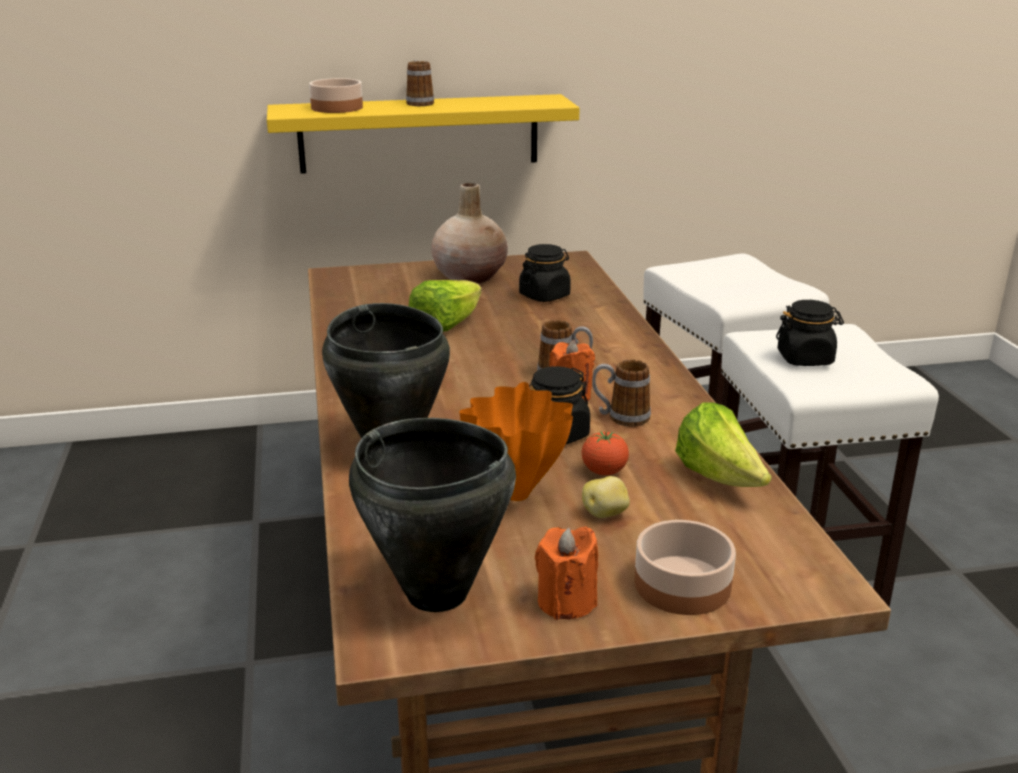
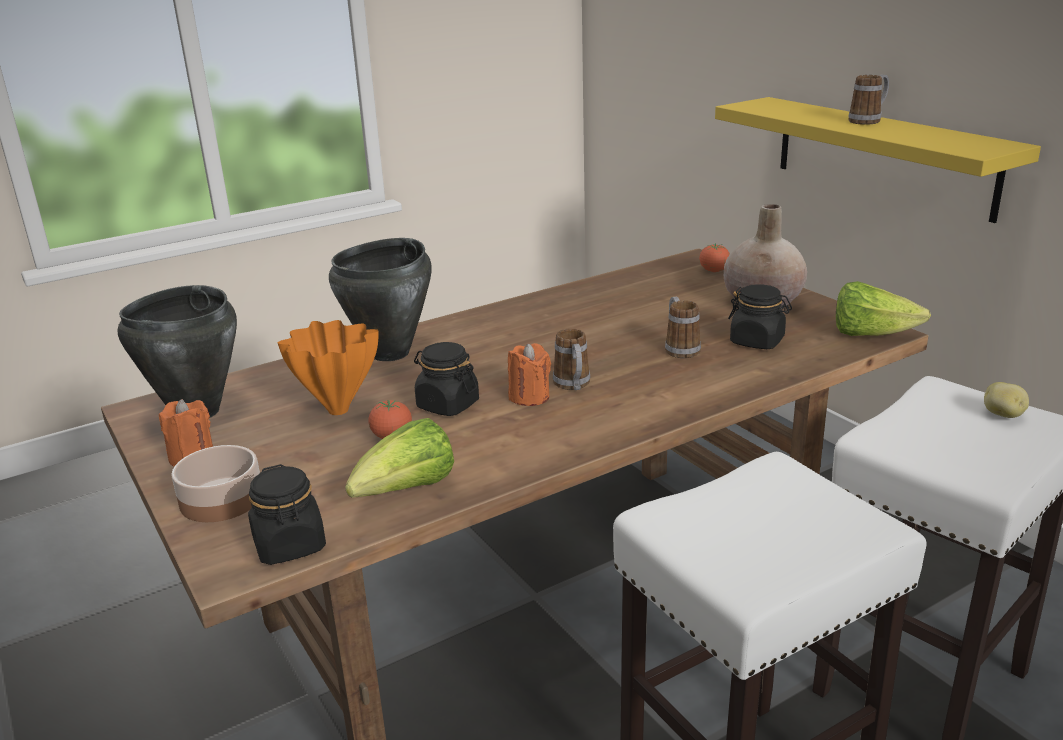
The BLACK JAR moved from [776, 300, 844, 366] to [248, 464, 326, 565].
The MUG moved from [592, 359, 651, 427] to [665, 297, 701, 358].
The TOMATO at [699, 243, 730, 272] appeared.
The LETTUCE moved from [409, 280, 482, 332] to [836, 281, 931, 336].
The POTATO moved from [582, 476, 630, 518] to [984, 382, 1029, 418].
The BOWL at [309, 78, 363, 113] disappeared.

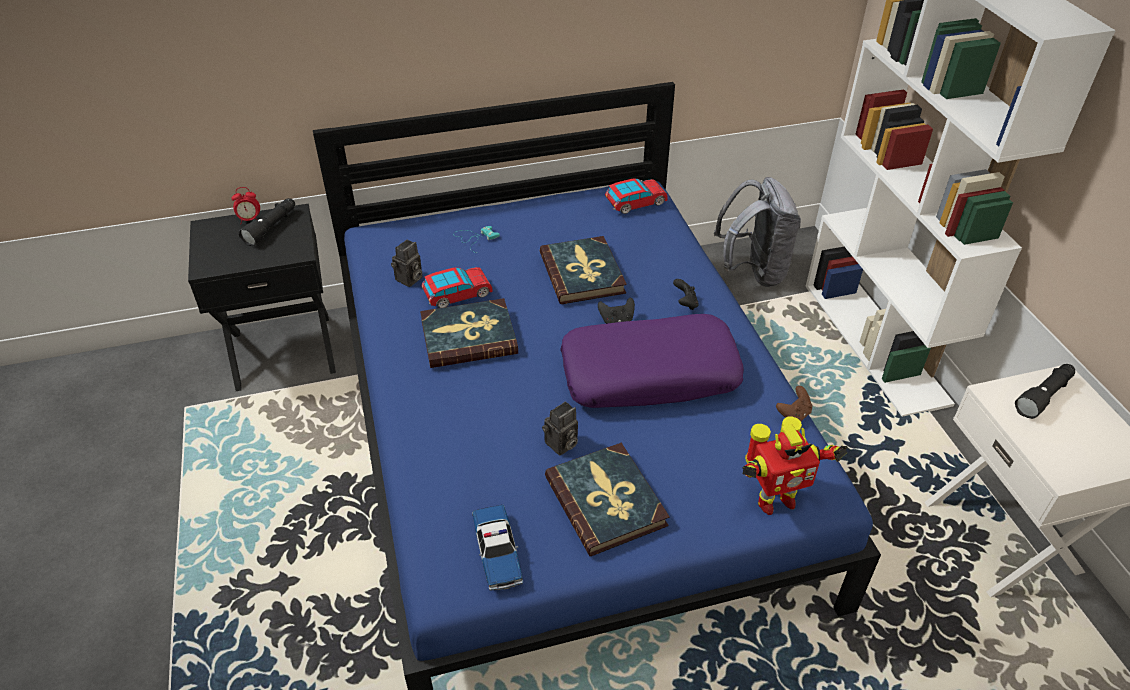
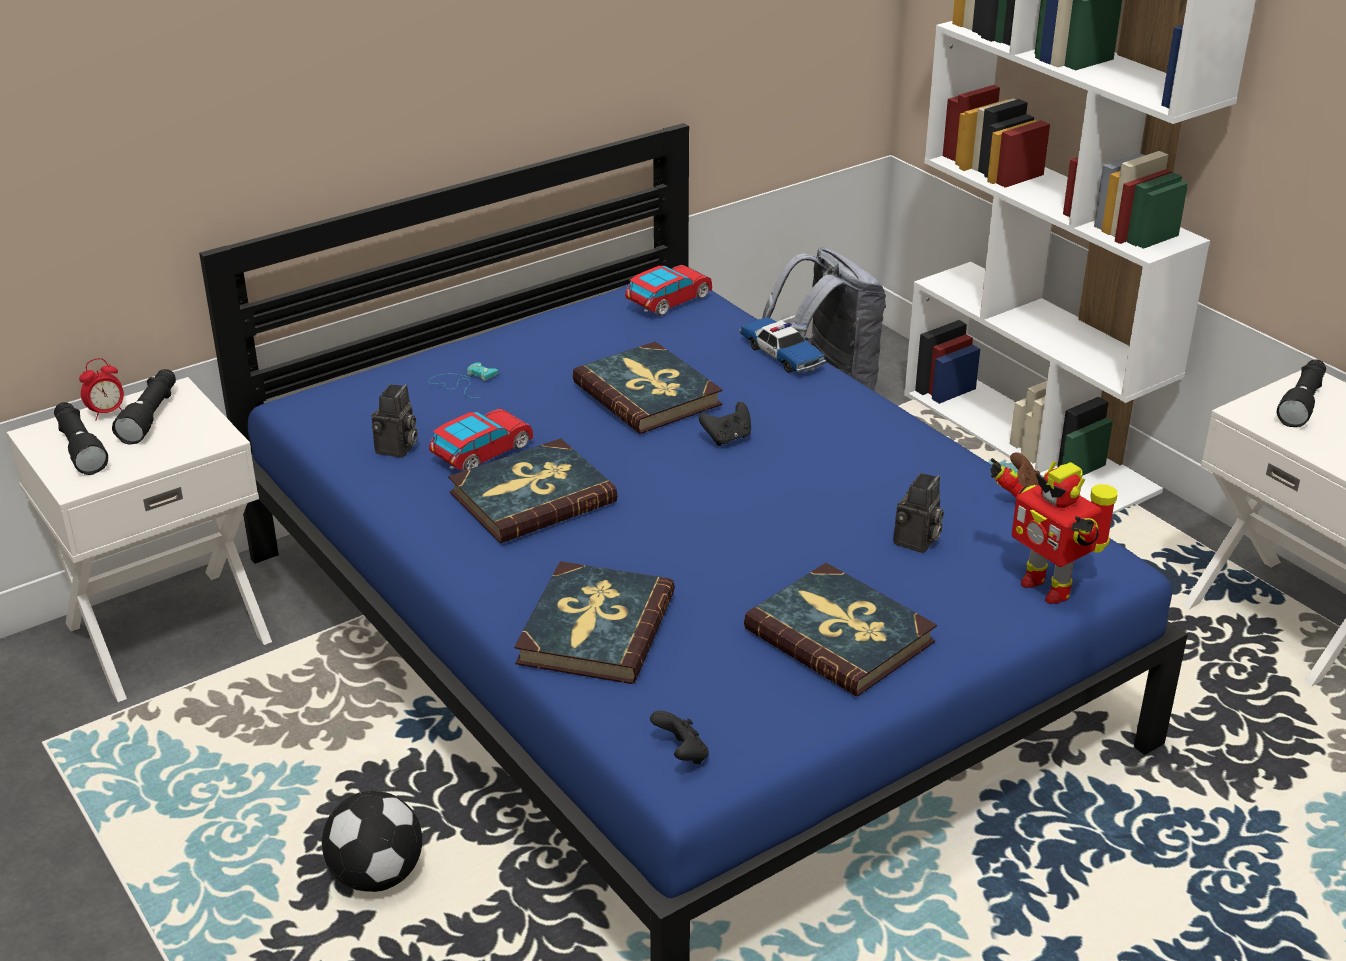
The BLACK NIGHTSTAND at [188, 204, 336, 391] became the WHITE NIGHTSTAND at [7, 377, 272, 702].
The BLACK FLASHLIGHT at [54, 402, 108, 475] appeared.
The FOOTBALL at [322, 791, 422, 892] appeared.
The BOOK at [514, 561, 675, 684] appeared.
The BLACK GAME CONTROLLER moved from [673, 279, 699, 310] to [650, 710, 709, 764].
The TOY CAR moved from [472, 505, 523, 591] to [739, 317, 826, 373].
The PHOTO CAMERA moved from [542, 401, 578, 455] to [894, 473, 944, 553].
The TOY ROBOT at [742, 416, 848, 515] turned 90 degrees clockwise.
The PURPLE PILLOW at [560, 314, 744, 408] disappeared.

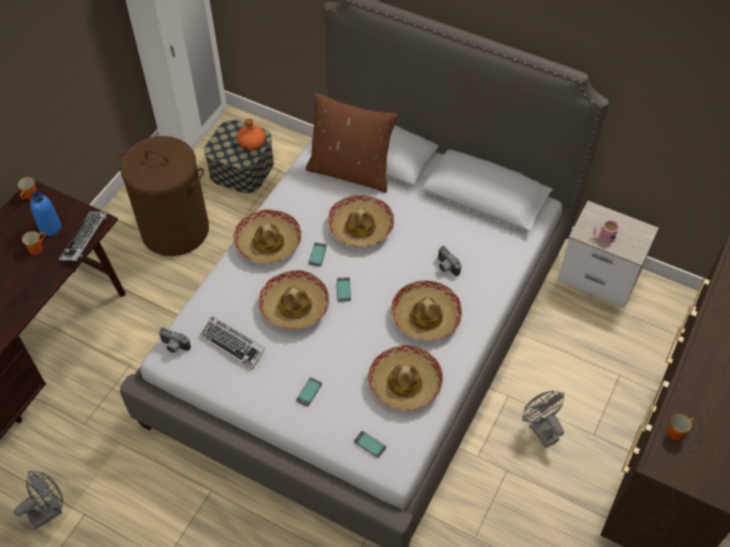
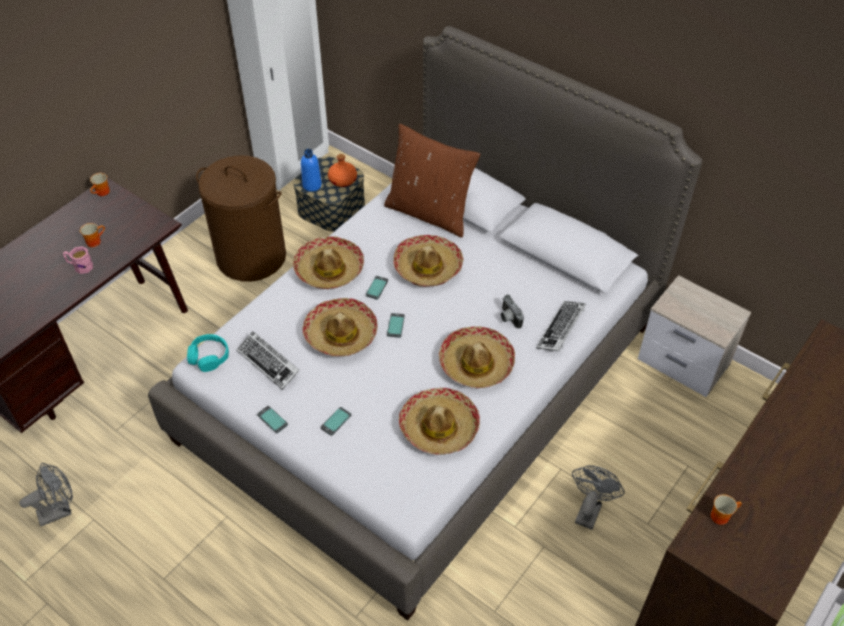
The PINK MUG moved from [593, 219, 619, 244] to [63, 246, 93, 274].
The PHOTO CAMERA at [158, 327, 191, 353] was replaced by the TURQUOISE HEADPHONES at [187, 334, 229, 372].
The PHONE moved from [354, 431, 386, 458] to [257, 406, 288, 433].
The BLUE BOTTLE moved from [30, 191, 61, 236] to [301, 149, 322, 192].
The KEYBOARD moved from [59, 211, 108, 261] to [536, 301, 586, 352].
The GREY FAN at [522, 391, 564, 448] turned 45 degrees clockwise.

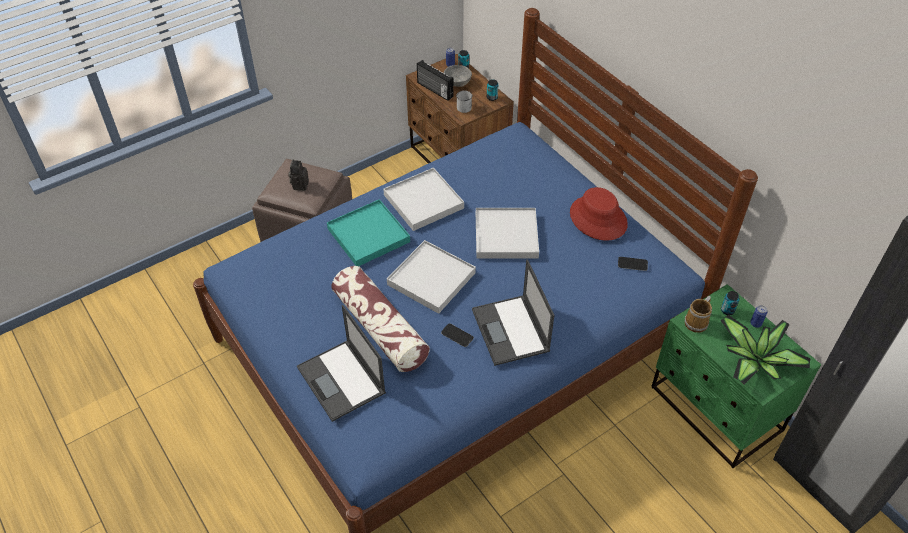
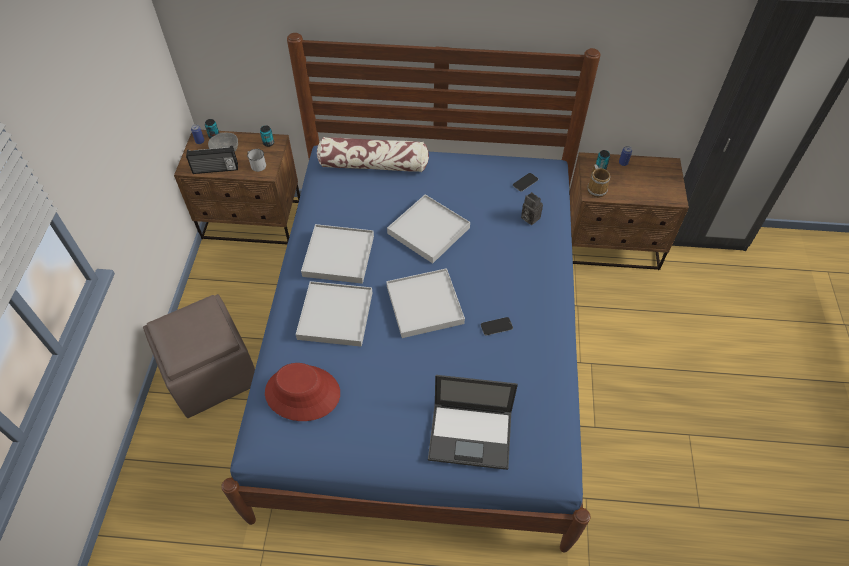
The RED HAT moved from [570, 187, 628, 241] to [265, 363, 340, 421].
The TURQUOISE TRAY at [327, 199, 410, 266] became the WHITE TRAY at [296, 281, 372, 347].
The PILLOW moved from [332, 266, 430, 372] to [317, 137, 429, 172].
The PHOTO CAMERA moved from [288, 159, 309, 191] to [521, 192, 543, 225].
The GREEN NIGHTSTAND at [651, 284, 821, 468] became the BROWN NIGHTSTAND at [570, 152, 689, 270].
The LAPTOP at [472, 260, 555, 366] disappeared.
The POTTED PLANT at [721, 315, 811, 385] disappeared.

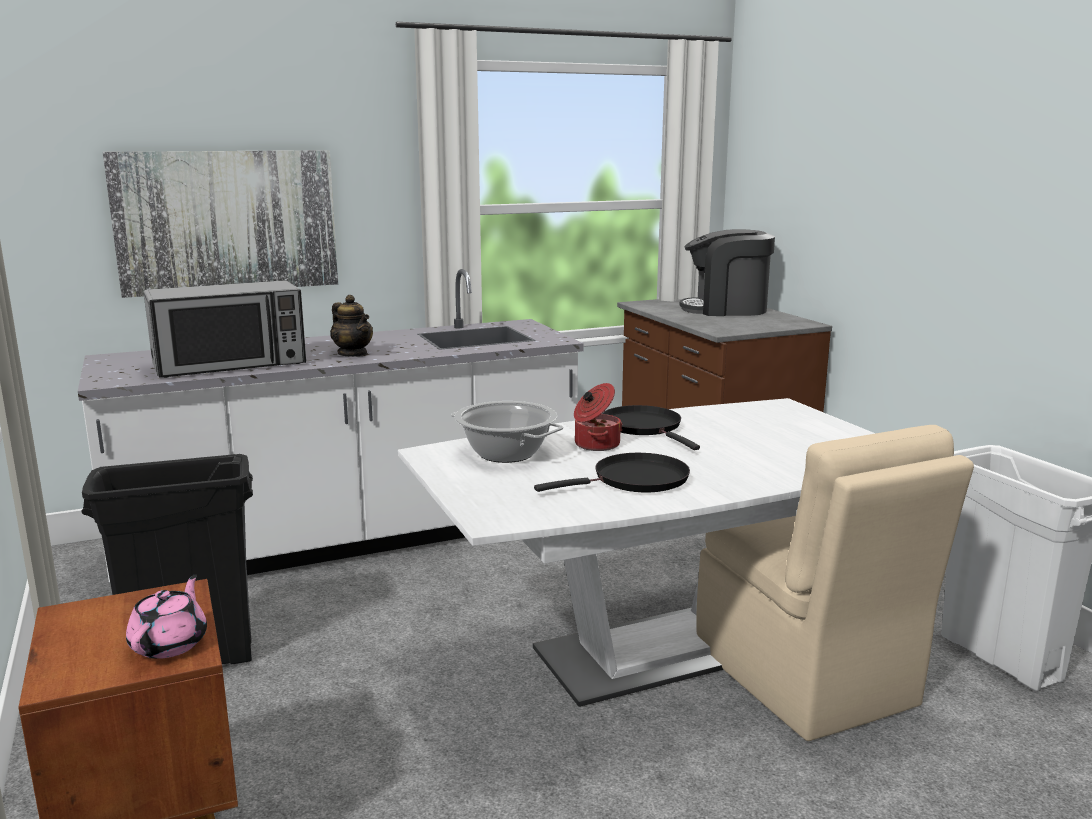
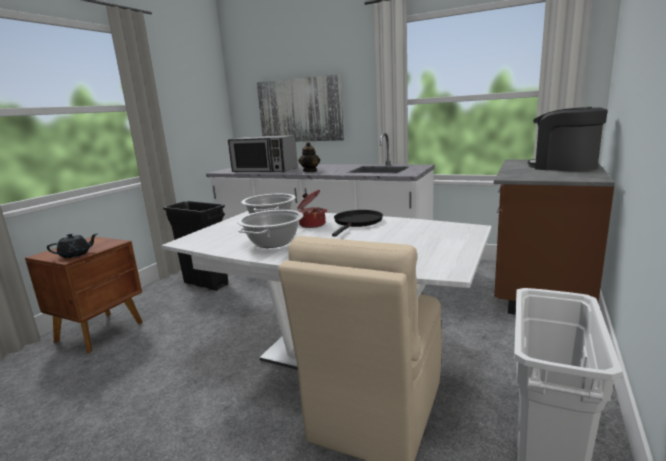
The PINK TEAPOT at [126, 574, 207, 659] became the BLACK TEAPOT at [47, 234, 97, 258].
The BLACK FRYING PAN at [534, 453, 690, 492] was replaced by the COOKING POT at [237, 210, 303, 248].

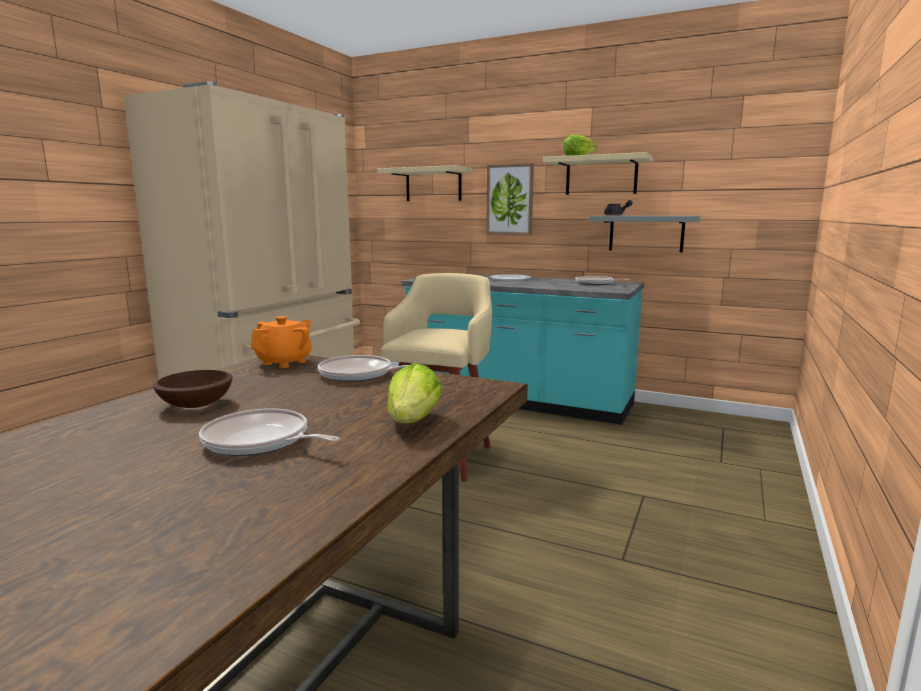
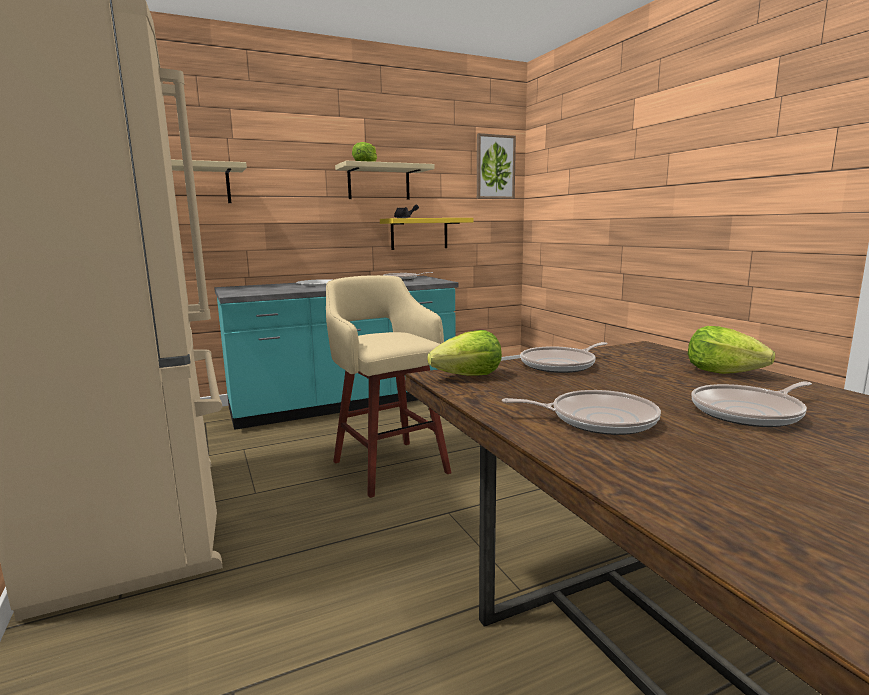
The GREY SHELF at [589, 216, 701, 252] became the YELLOW SHELF at [380, 218, 473, 250].
The ORANGE TEAPOT at [250, 316, 312, 368] was replaced by the LETTUCE at [427, 330, 502, 376].
The PICTURE moved from [486, 163, 534, 235] to [477, 133, 516, 199].
The BROWN BOWL at [153, 370, 233, 408] was replaced by the FRYING PAN at [502, 390, 661, 435].

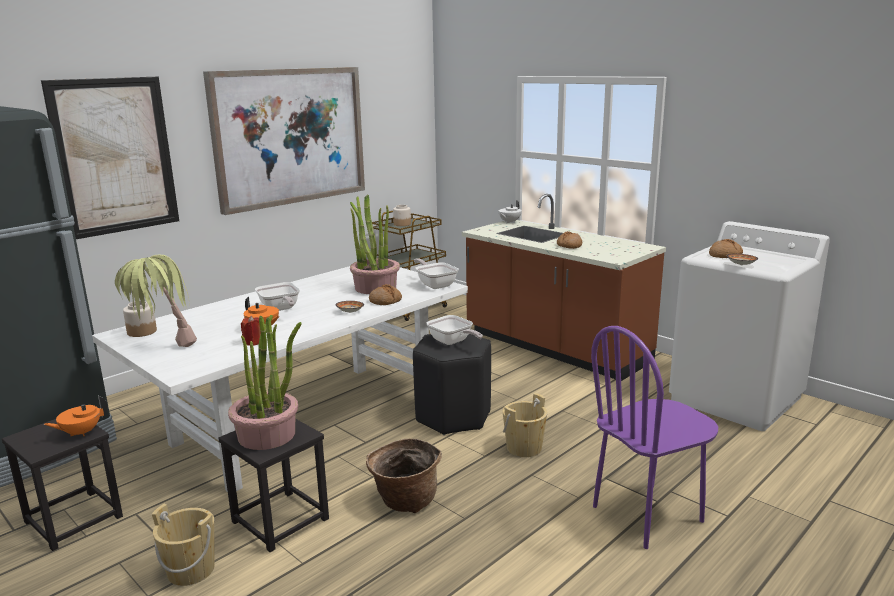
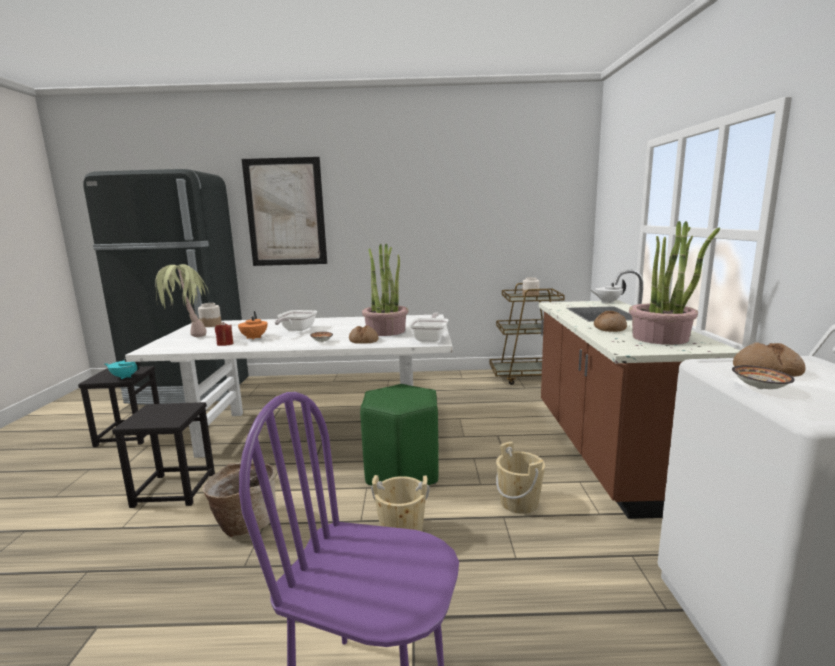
The ORANGE TEAPOT at [44, 396, 108, 437] became the TURQUOISE TEAPOT at [105, 358, 141, 379].
The BLACK STOOL at [413, 334, 491, 435] became the GREEN STOOL at [360, 384, 439, 486].
The BEIGE BUCKET moved from [152, 504, 215, 586] to [496, 442, 545, 514].
The POTTED PLANT moved from [228, 315, 302, 450] to [629, 221, 720, 345].
The PICTURE at [203, 67, 365, 215] disappeared.
The FRYING PAN at [427, 315, 483, 345] disappeared.

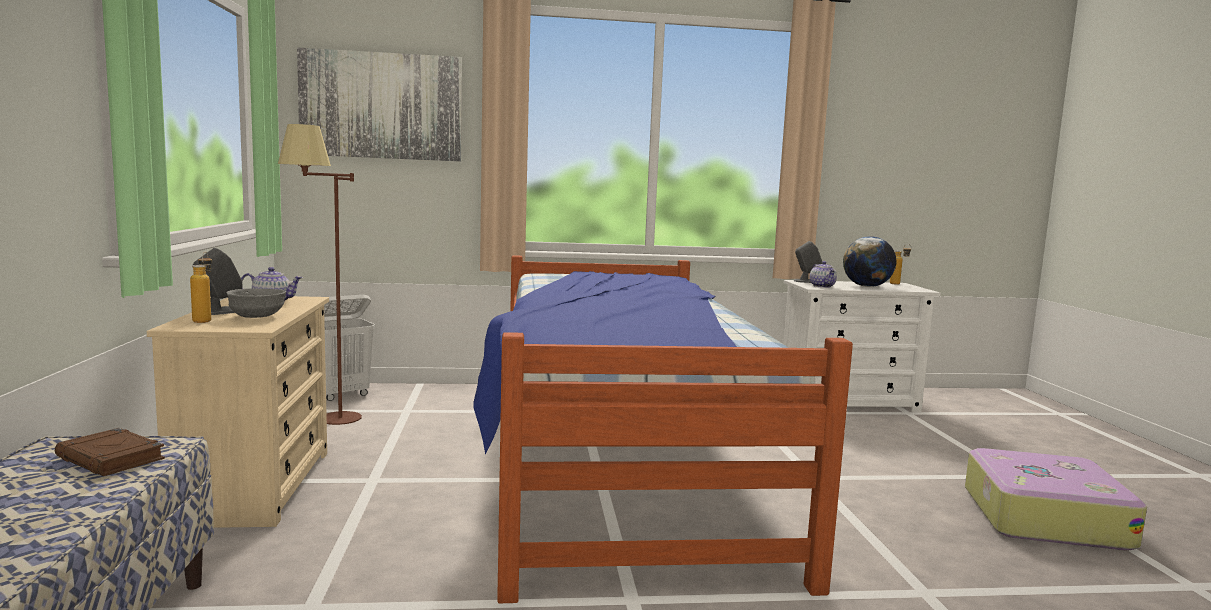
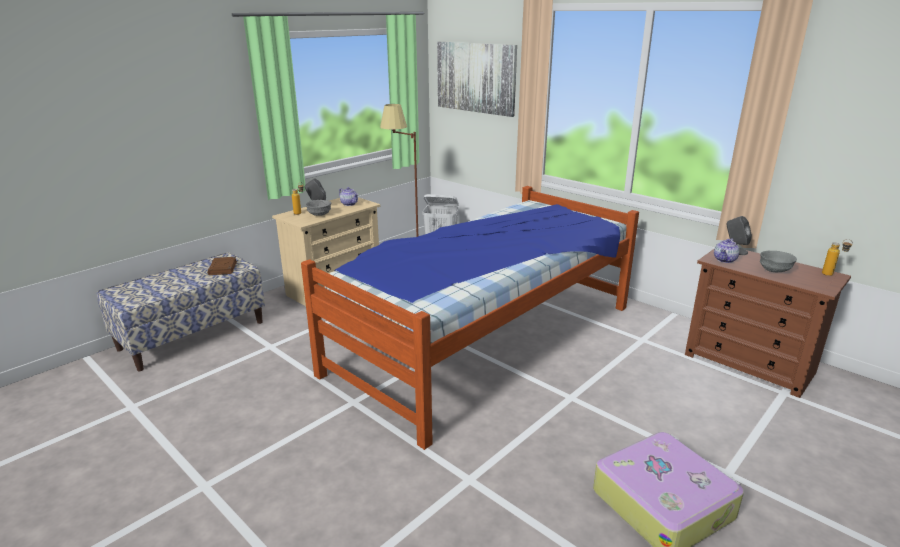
The WHITE DRESSER at [783, 280, 940, 413] became the BROWN DRESSER at [685, 249, 851, 398].
The GLOBE at [843, 236, 896, 287] was replaced by the GREY BOWL at [760, 251, 797, 272].

